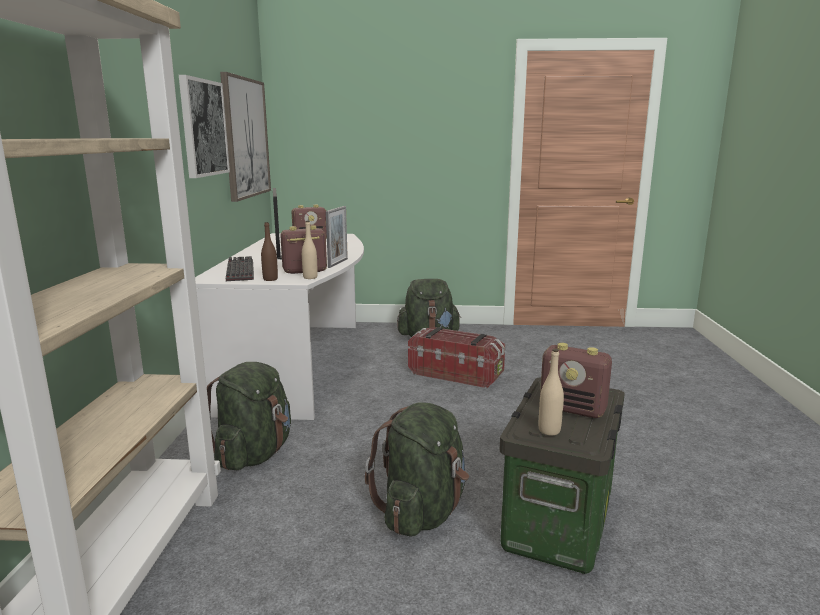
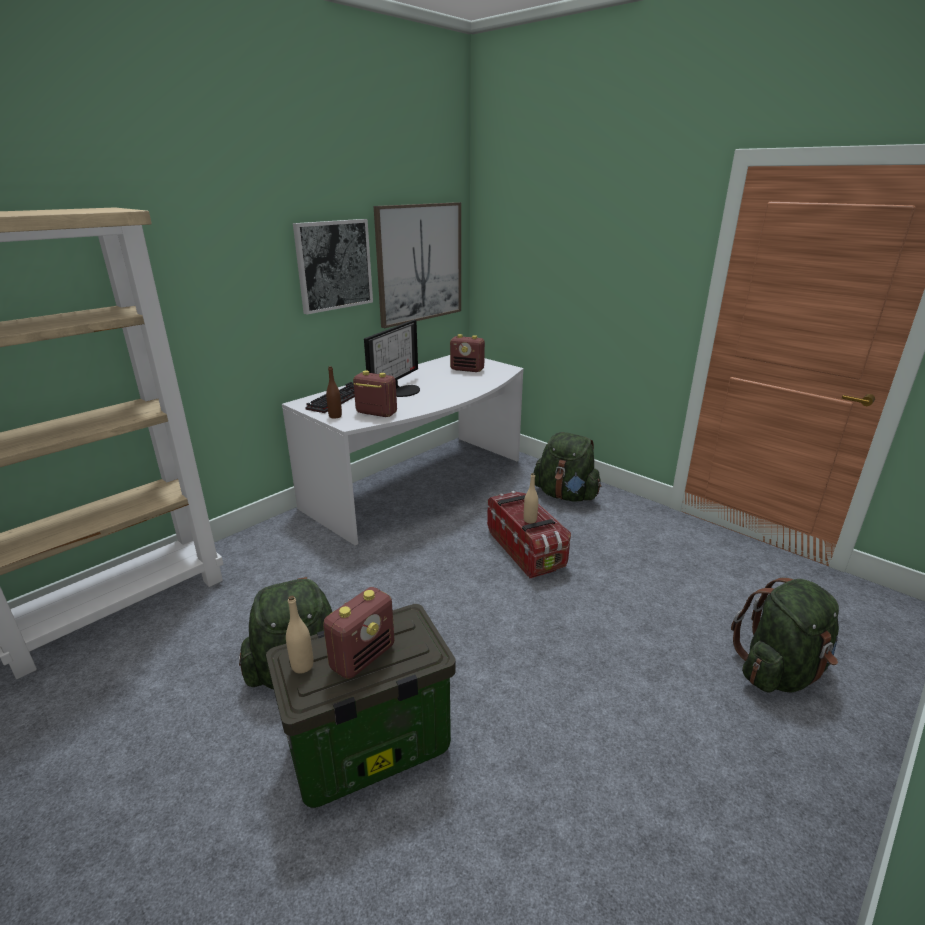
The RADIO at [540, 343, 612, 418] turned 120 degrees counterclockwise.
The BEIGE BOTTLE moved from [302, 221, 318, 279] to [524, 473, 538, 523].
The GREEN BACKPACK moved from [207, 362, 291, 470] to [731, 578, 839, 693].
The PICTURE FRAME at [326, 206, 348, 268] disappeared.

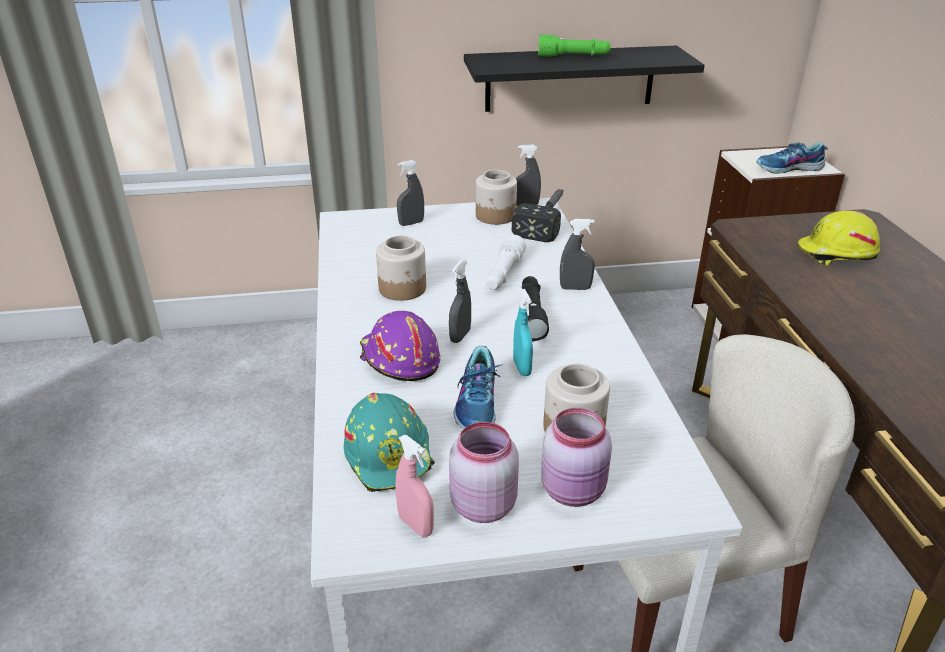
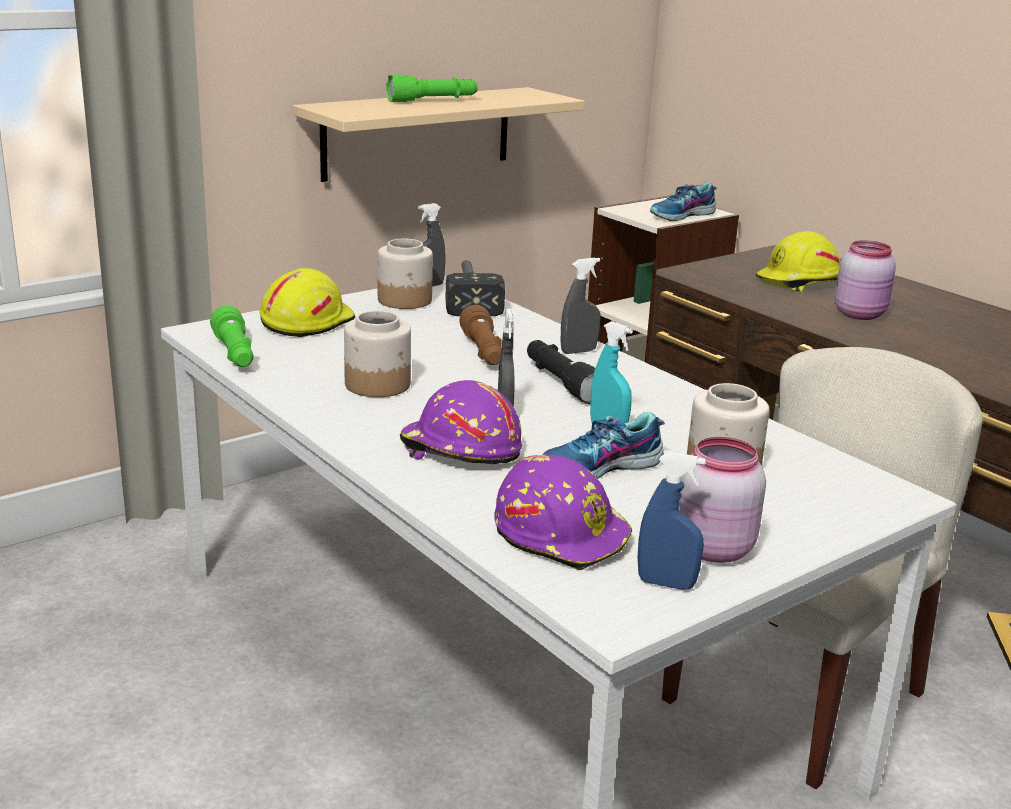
The GREEN FLASHLIGHT at [210, 305, 254, 367] appeared.
The GREY SPRAY BOTTLE at [397, 160, 424, 226] was replaced by the YELLOW HARD HAT at [259, 268, 355, 337].
The BLACK SHELF at [464, 46, 705, 112] became the BEIGE SHELF at [293, 87, 585, 182].
The WHITE FLASHLIGHT at [486, 235, 526, 290] became the BROWN FLASHLIGHT at [459, 305, 502, 365].
The TURQUOISE HARD HAT at [344, 393, 435, 492] became the PURPLE HARD HAT at [494, 454, 632, 570].
The SHOE at [453, 346, 500, 429] turned 90 degrees clockwise.
The PINK SPRAY BOTTLE at [395, 435, 434, 537] became the BLUE SPRAY BOTTLE at [637, 452, 706, 590].
The PINK JAR moved from [541, 408, 612, 507] to [835, 240, 896, 320].

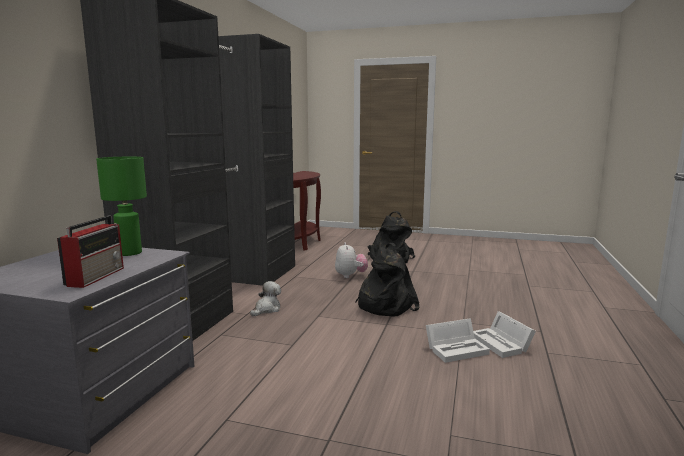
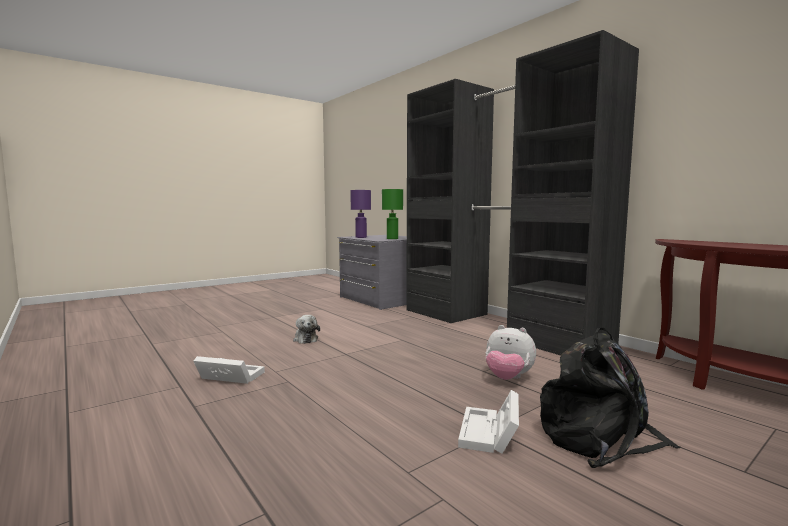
The PLUSH TOY moved from [250, 281, 281, 316] to [293, 315, 320, 344].
The RADIO at [57, 216, 124, 288] was replaced by the PURPLE TABLE LAMP at [350, 190, 371, 238].
The WHITE STORAGE BOX moved from [426, 318, 490, 363] to [458, 390, 519, 454].
The BLACK BACKPACK at [355, 243, 420, 316] disappeared.

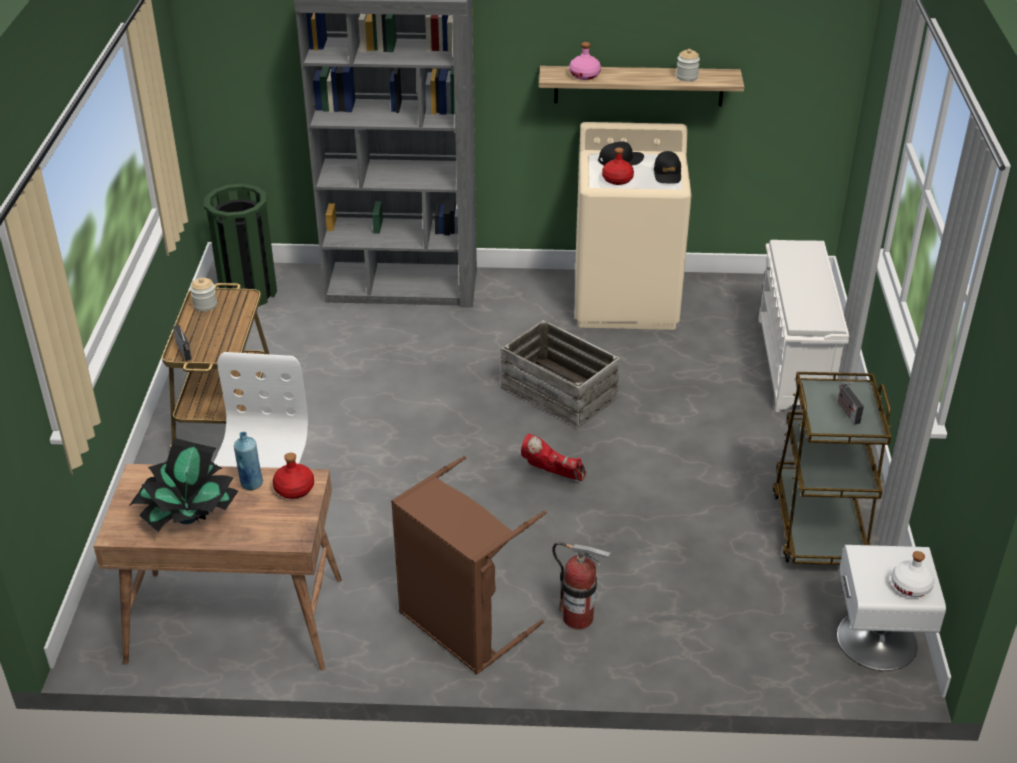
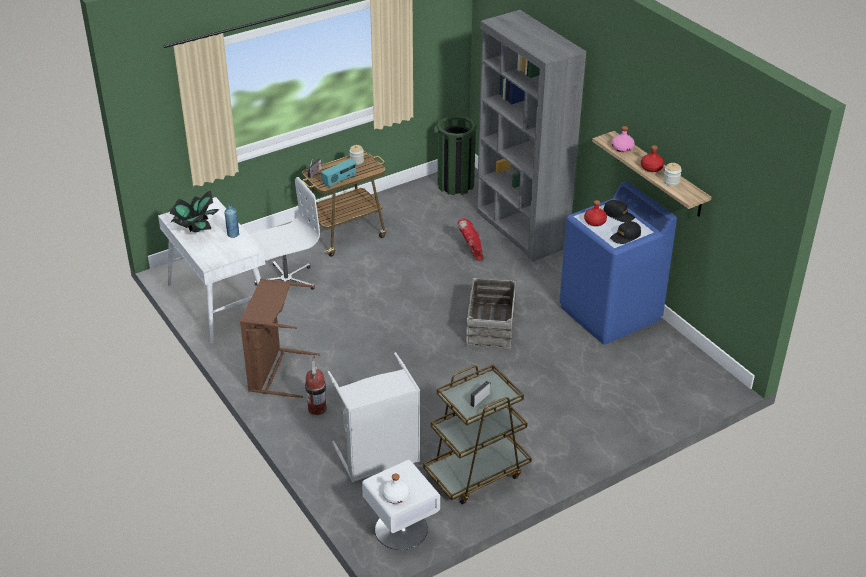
The BROWN DESK at [93, 464, 342, 671] became the WHITE DESK at [158, 197, 265, 343].
The RADIO at [321, 159, 357, 188] appeared.
The GREY LAUNDRY BASKET at [327, 352, 420, 482] appeared.
The RED BOOT moved from [521, 434, 586, 481] to [458, 218, 484, 261].
The BEIGE WASHING MACHINE at [575, 122, 692, 330] became the BLUE WASHING MACHINE at [559, 181, 677, 345].
The RED BOTTLE moved from [273, 453, 314, 499] to [641, 145, 664, 172].
The WHITE SHOE RACK at [758, 240, 849, 412] disappeared.

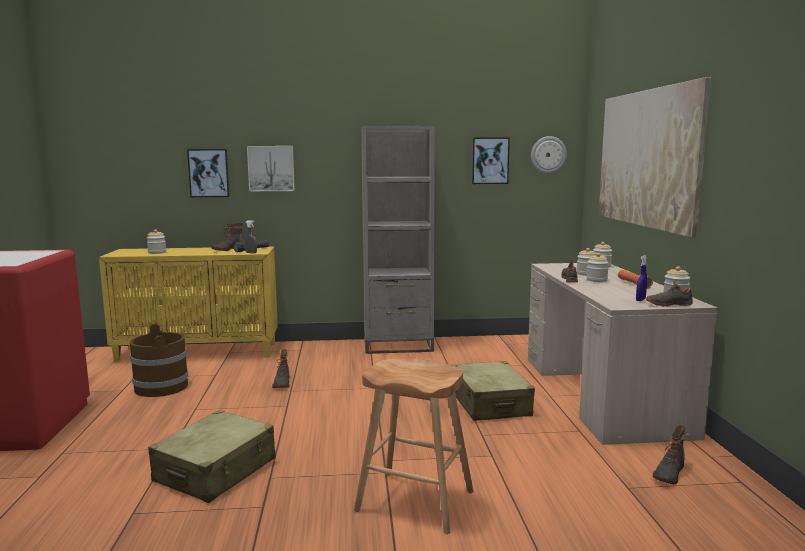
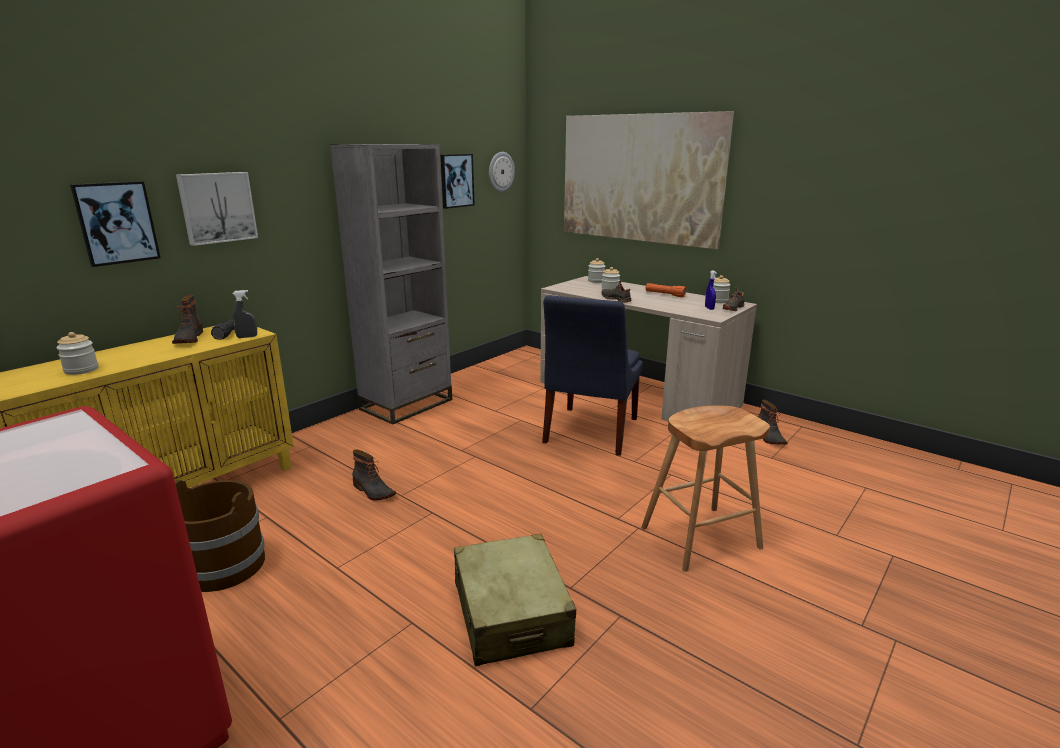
The BEIGE SUITCASE at [453, 361, 535, 421] was replaced by the BLUE CHAIR at [542, 295, 643, 456].
The JAR at [586, 253, 609, 282] disappeared.

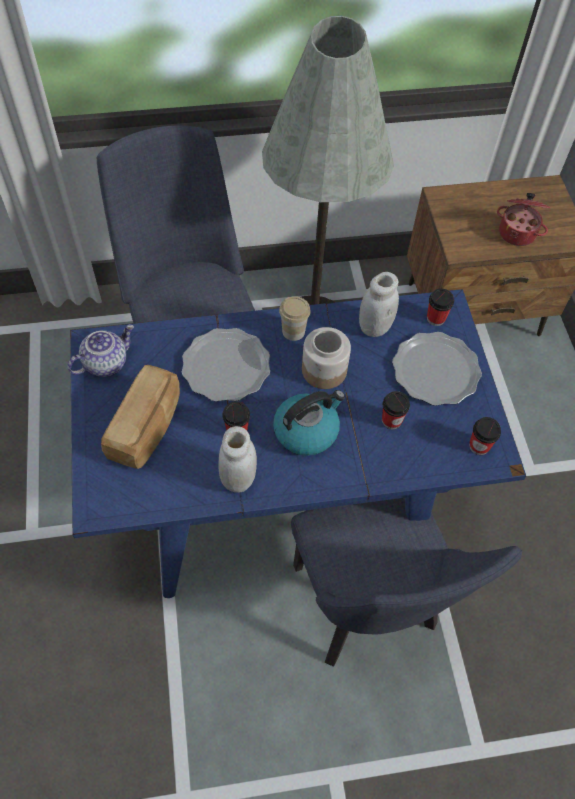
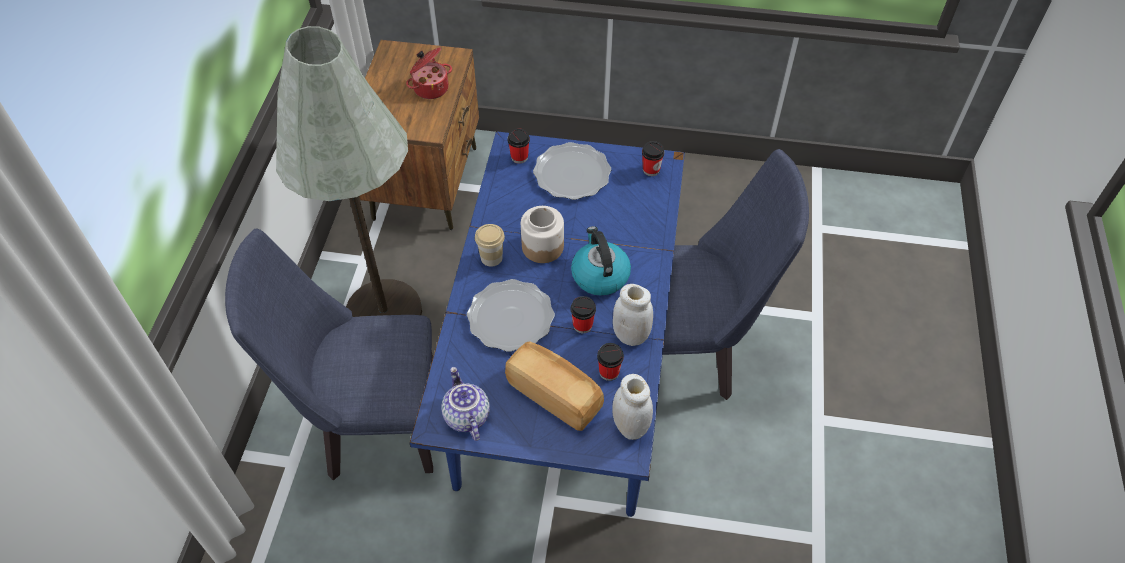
The CUP moved from [382, 391, 410, 429] to [597, 343, 624, 381].
The WHITE JAR moved from [359, 272, 399, 337] to [612, 374, 653, 440].

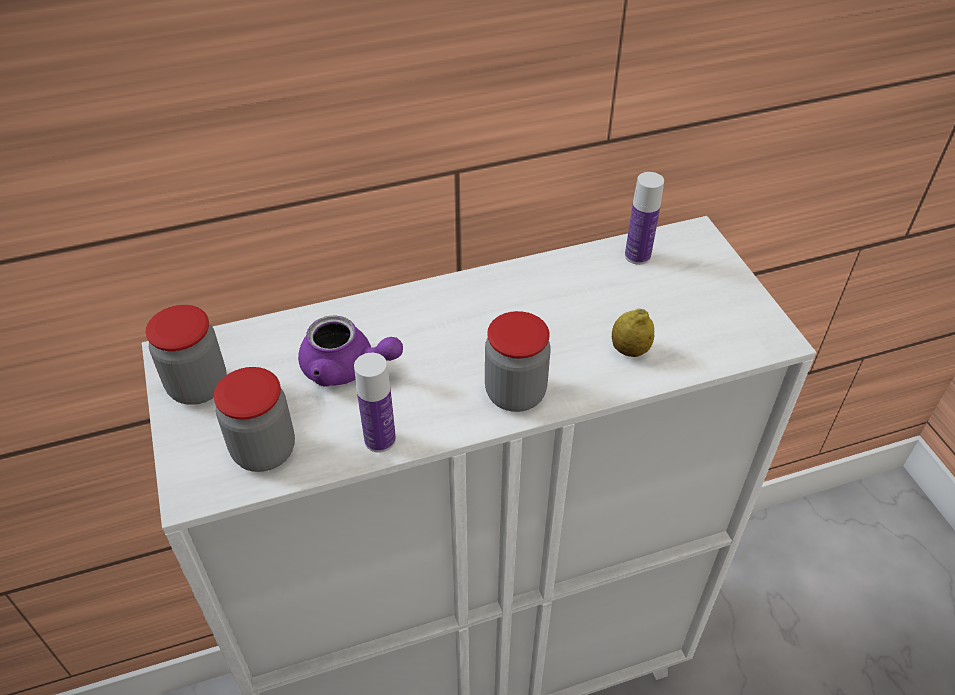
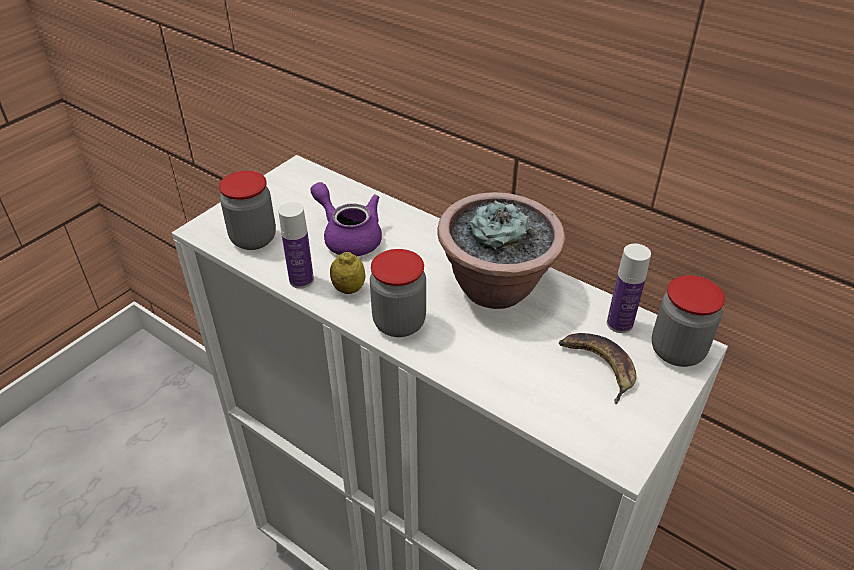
The PURPLE TEAPOT at [298, 315, 403, 387] turned 150 degrees clockwise.
The LEMON moved from [612, 309, 654, 357] to [330, 252, 366, 294].
The POTTED PLANT at [438, 192, 565, 309] appeared.
The BANANA at [559, 333, 636, 404] appeared.
The JAR moved from [146, 305, 227, 405] to [652, 275, 725, 367].

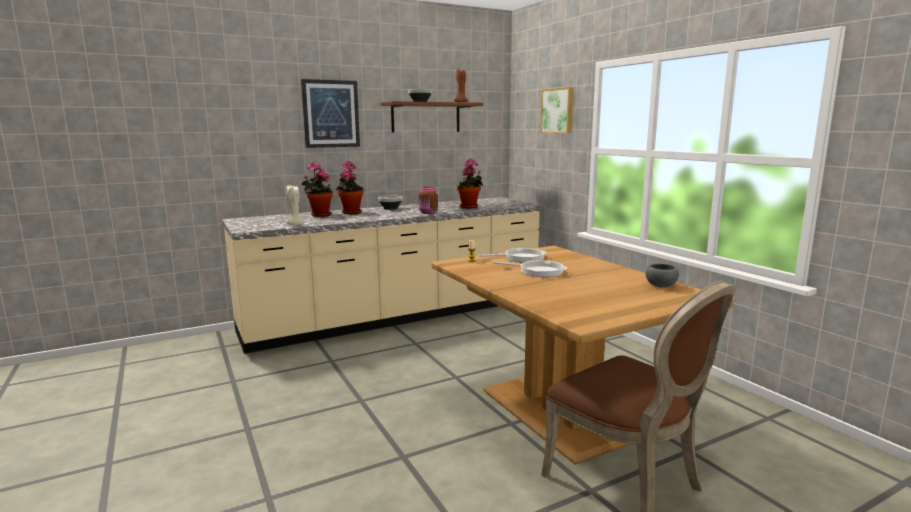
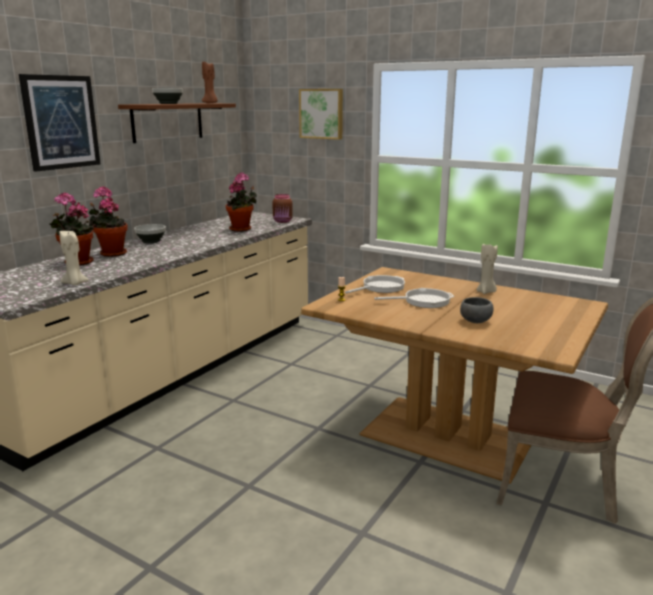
The BROWN JAR moved from [419, 187, 438, 214] to [272, 194, 293, 223].
The GREY BOWL moved from [646, 263, 679, 288] to [460, 297, 493, 323].
The BEIGE CANDLE at [476, 244, 498, 294] appeared.

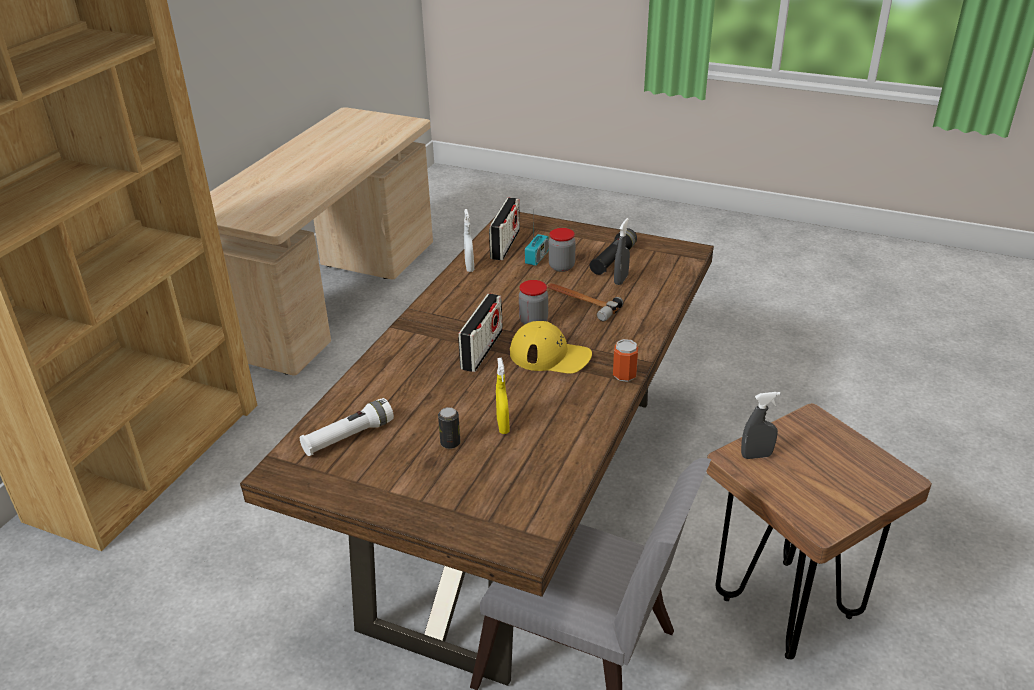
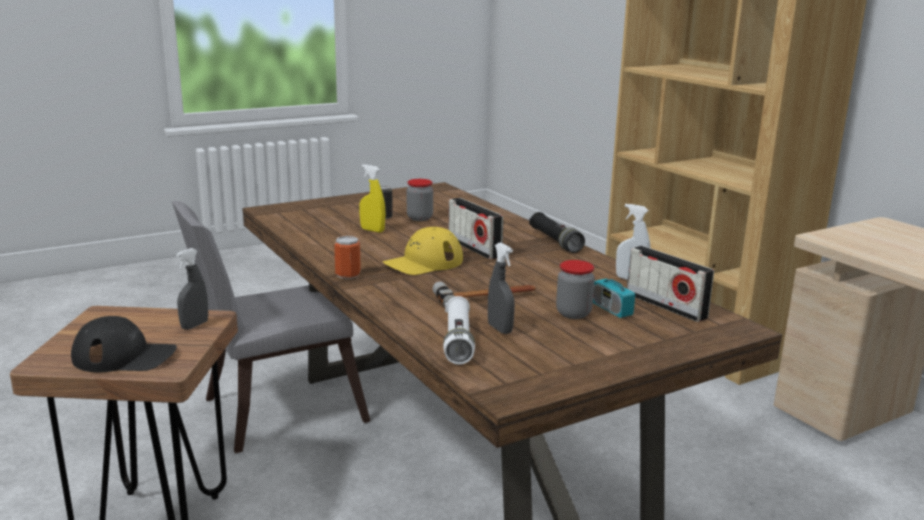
The BLACK CAP at [71, 316, 177, 372] appeared.
The JAR moved from [519, 280, 548, 325] to [407, 179, 433, 221].
The WHITE FLASHLIGHT moved from [300, 398, 394, 456] to [443, 296, 475, 365].
The BLACK FLASHLIGHT moved from [590, 228, 637, 275] to [529, 212, 585, 253].

